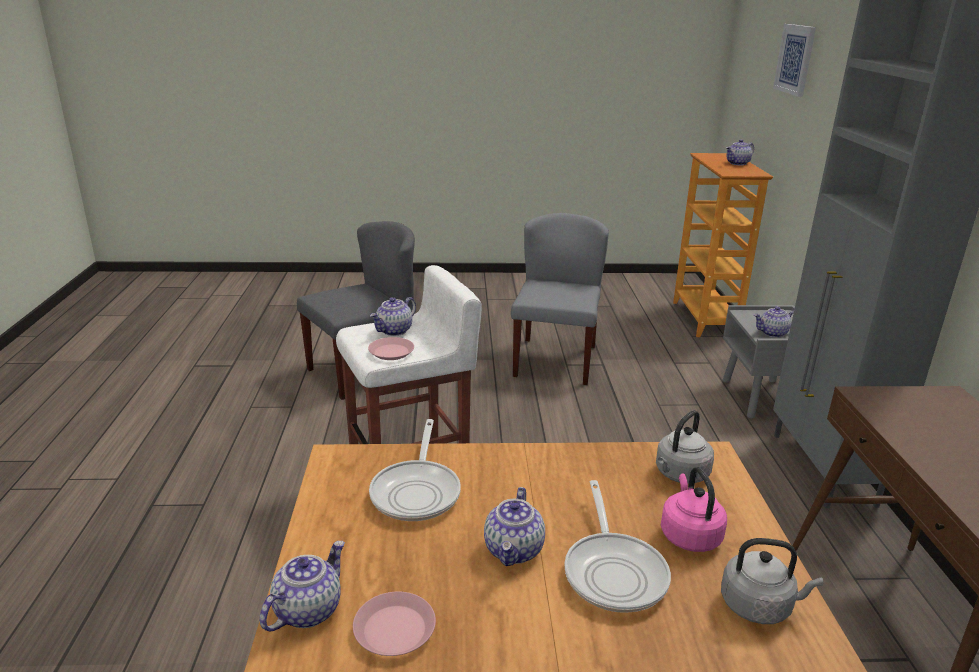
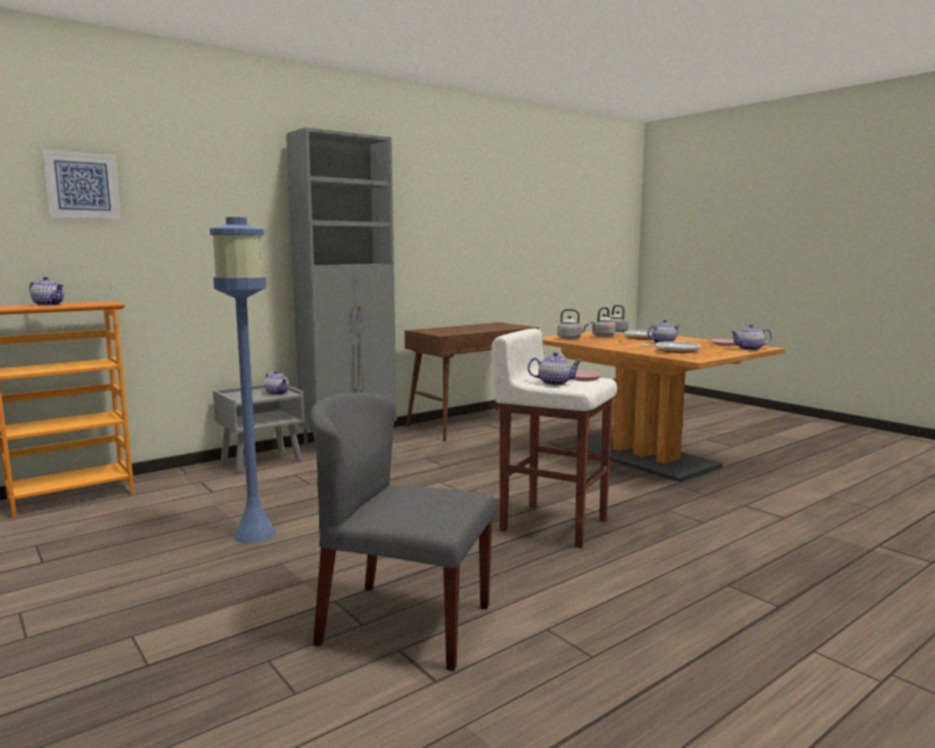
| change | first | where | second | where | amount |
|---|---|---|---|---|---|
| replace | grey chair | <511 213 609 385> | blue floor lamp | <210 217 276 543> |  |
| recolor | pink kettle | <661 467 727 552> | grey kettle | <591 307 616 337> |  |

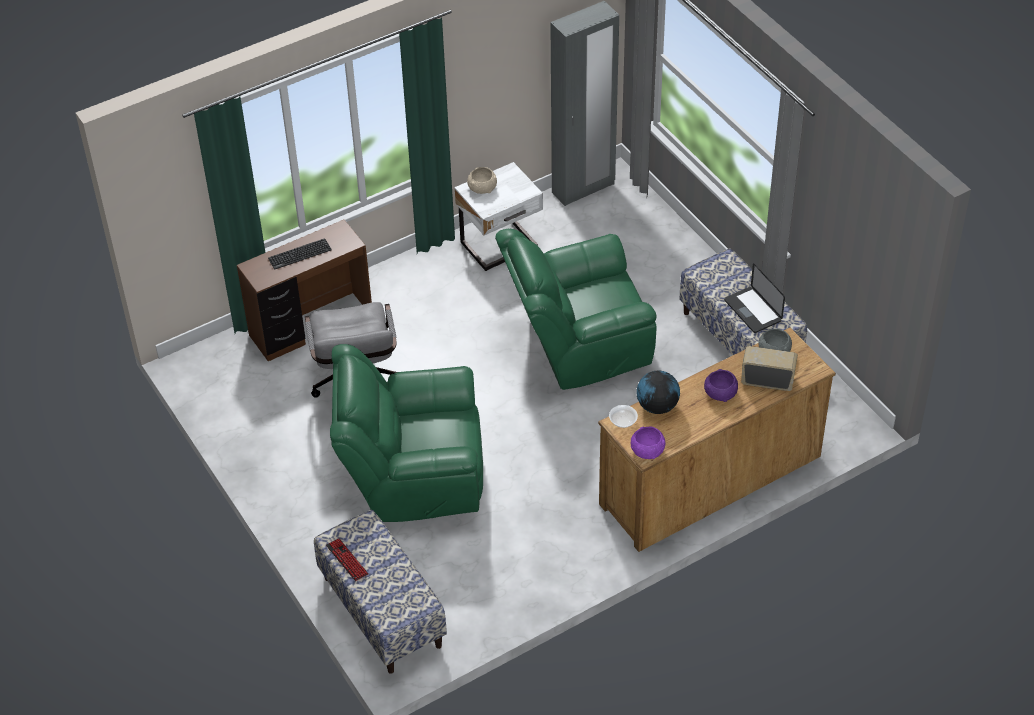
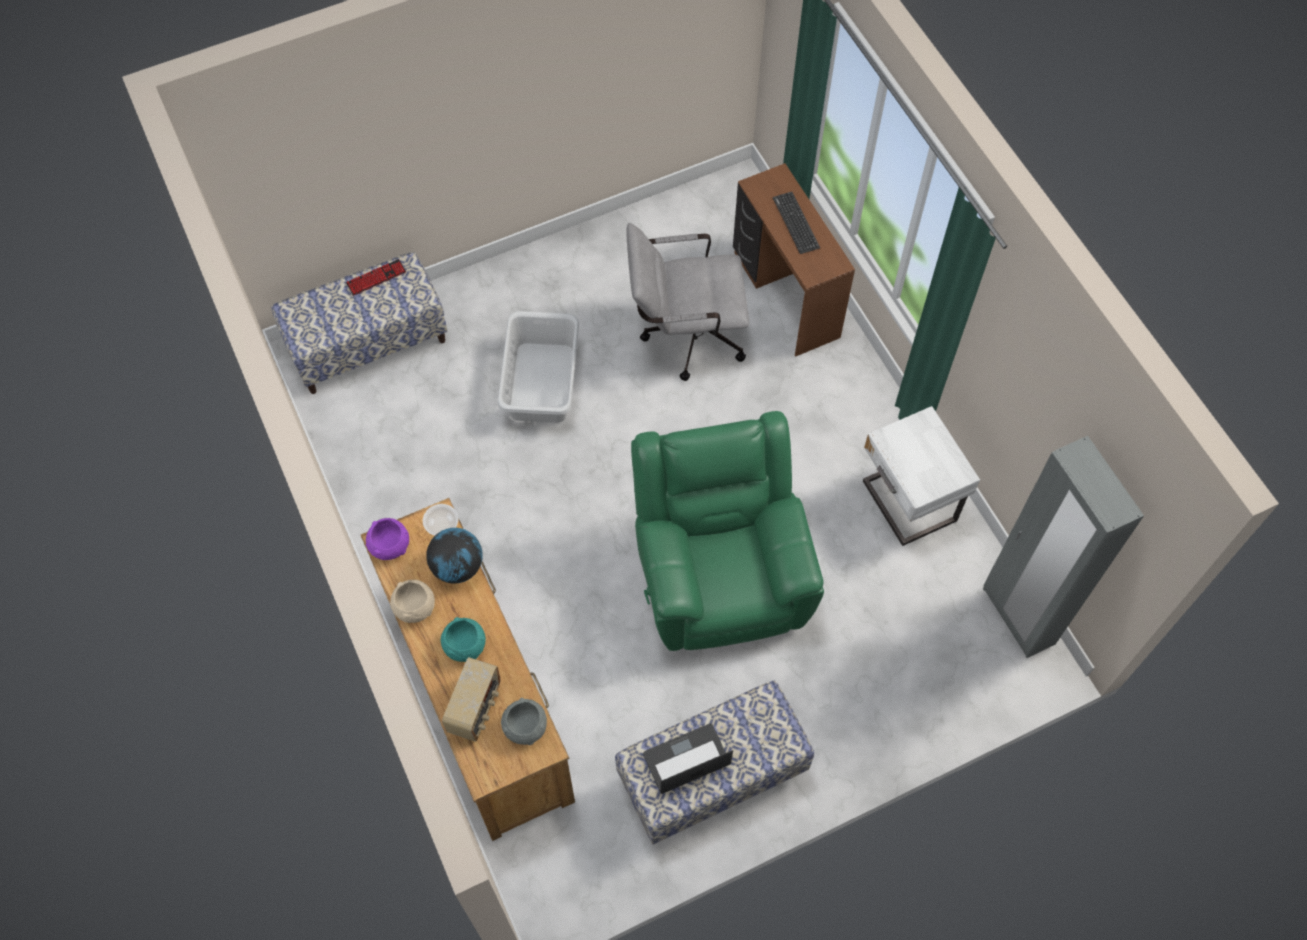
| change | first | where | second | where | amount |
|---|---|---|---|---|---|
| move | beige bowl | <467 167 497 194> |  | <390 580 435 623> |  |
| recolor | purple bowl | <704 369 738 402> | turquoise bowl | <441 617 486 662> |  |
| replace | green armchair | <330 344 483 522> | grey laundry basket | <498 311 579 423> |  |

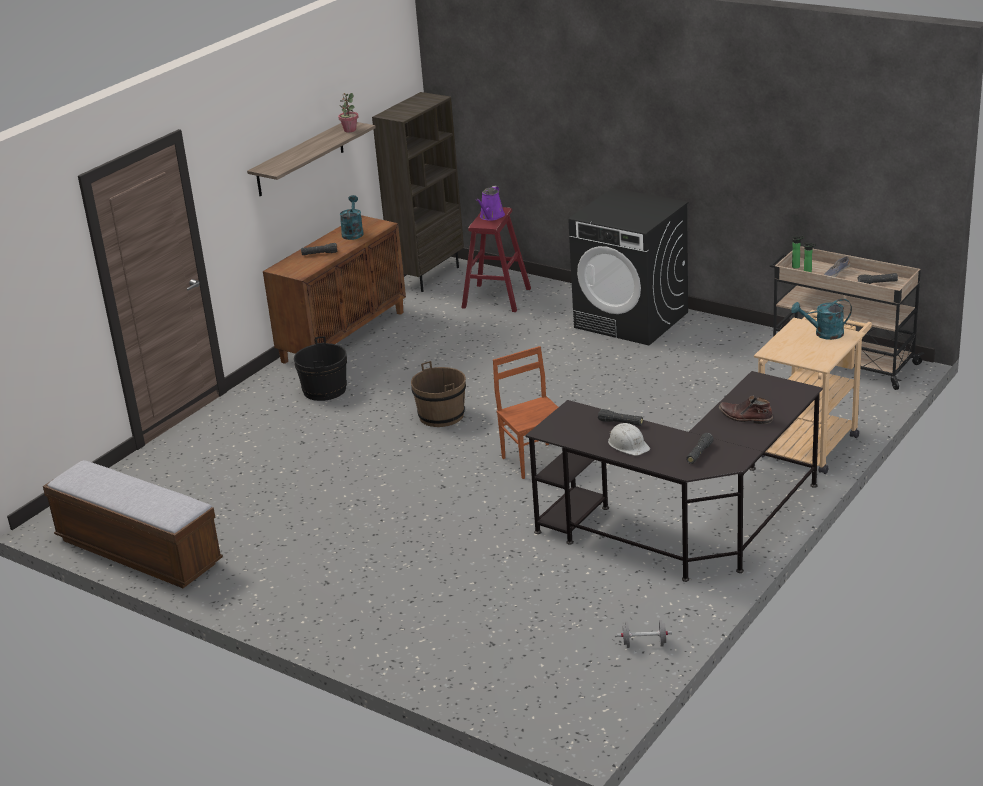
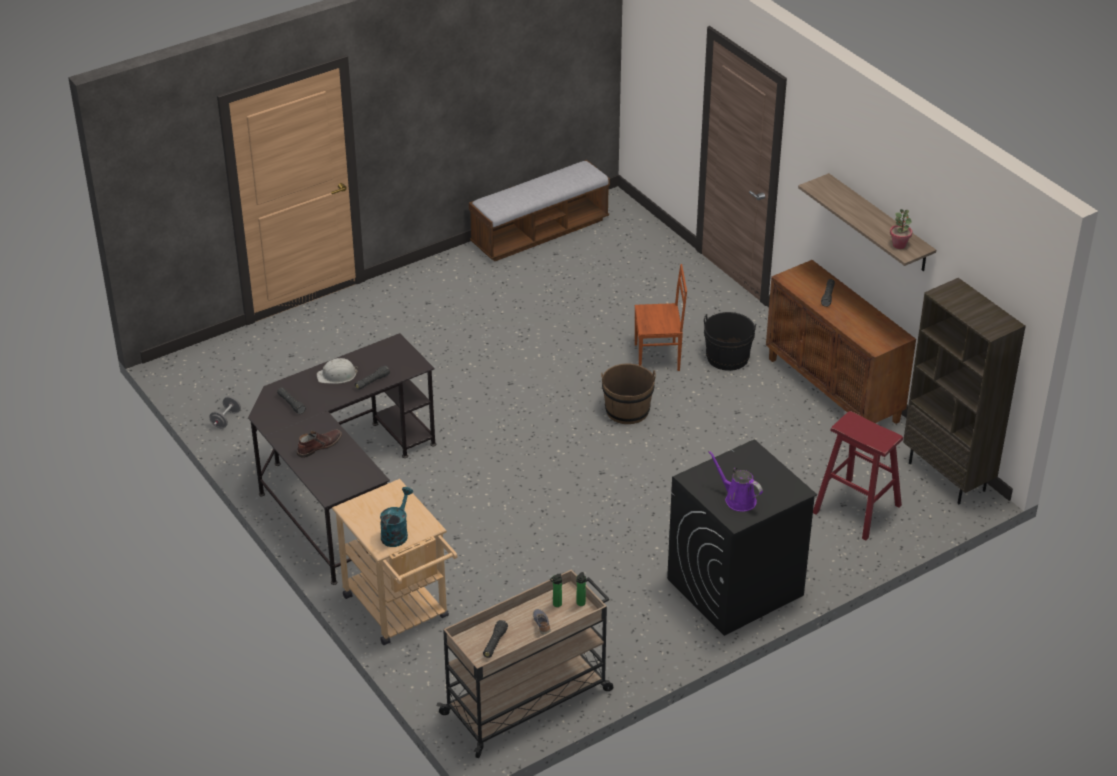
| change | first | where | second | where | amount |
|---|---|---|---|---|---|
| move | brown chair | <493 346 558 479> |  | <635 264 687 371> |  |
| move | purple watering can | <476 186 505 221> |  | <708 450 763 512> |  |
| delete | turquoise watering can | <340 195 364 240> |  |  |  |

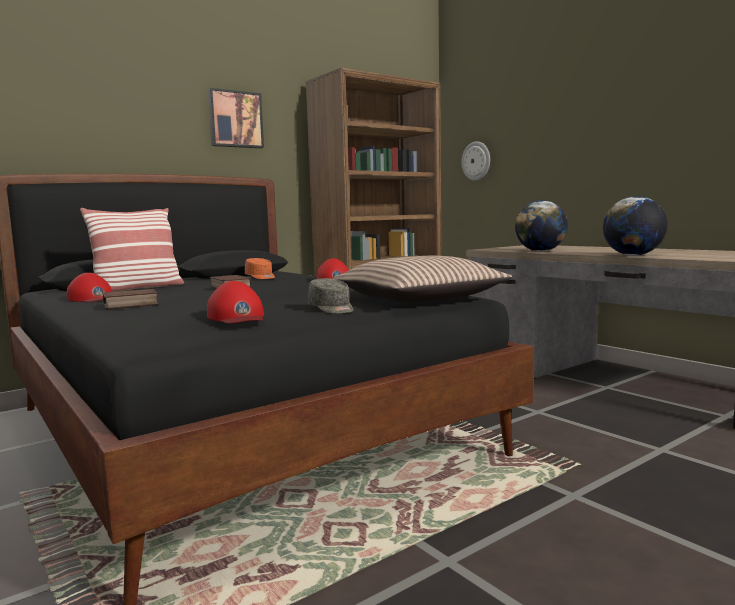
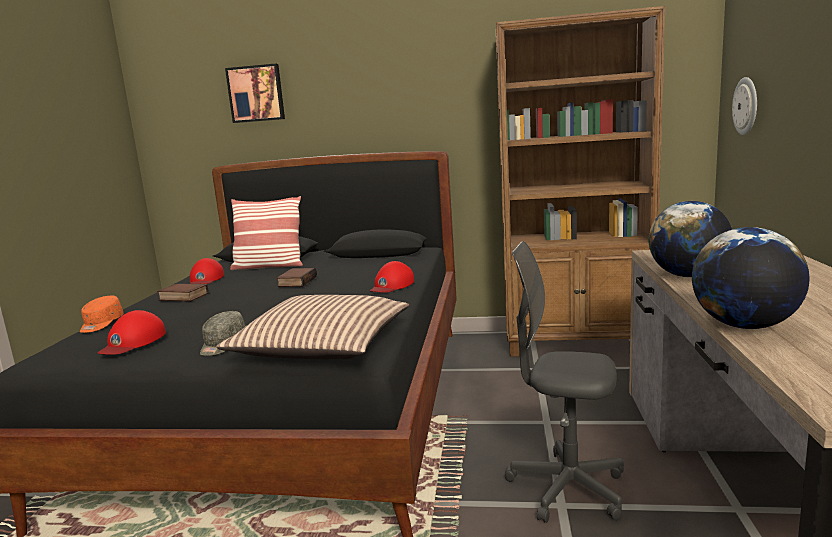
| change | first | where | second | where | amount |
|---|---|---|---|---|---|
| move | orange cap | <245 258 275 279> |  | <80 296 123 333> |  |
| move | picture | <208 88 264 148> |  | <225 64 285 123> |  |
| insert |  |  | grey office chair | <505 241 624 523> |  |

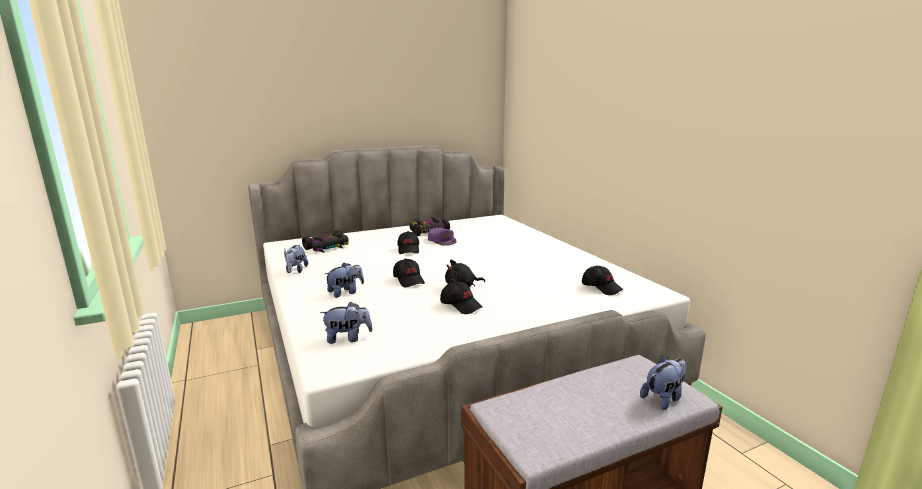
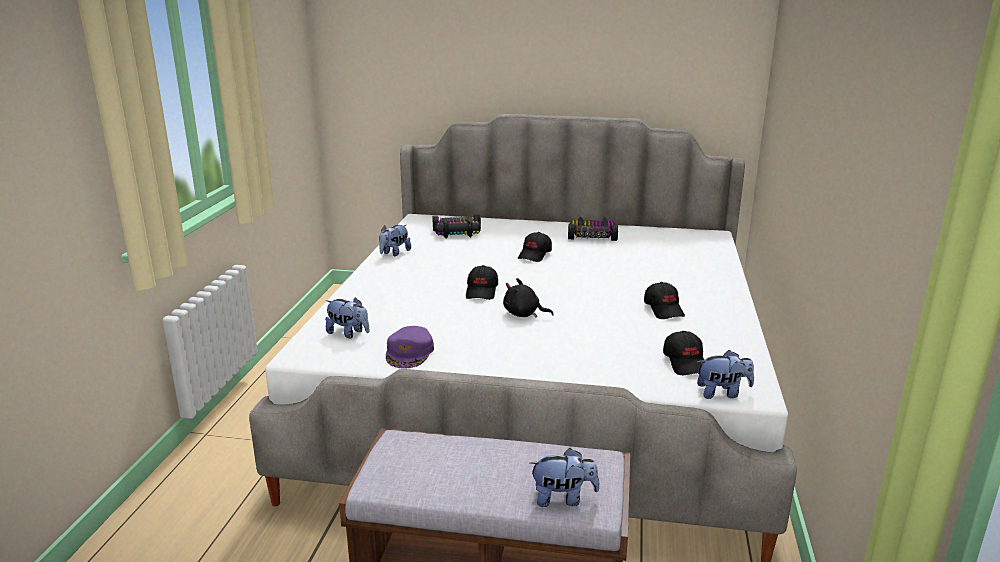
| change | first | where | second | where | amount |
|---|---|---|---|---|---|
| move | purple cap | <428 228 457 246> |  | <386 326 434 369> |  |
| move | black cap | <440 281 483 314> |  | <644 282 685 319> |  |
| move | plush toy | <325 263 364 298> |  | <697 350 754 399> |  |

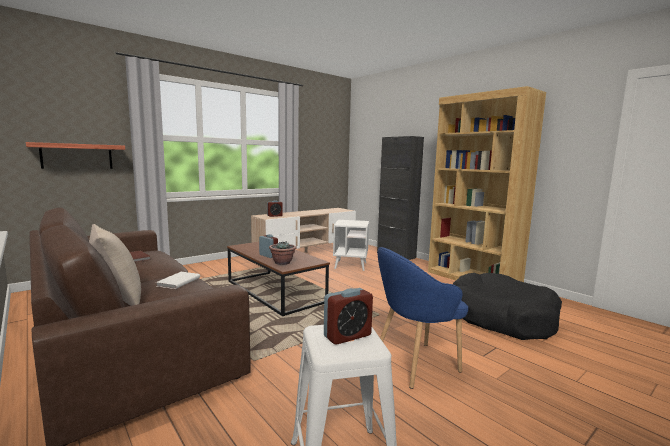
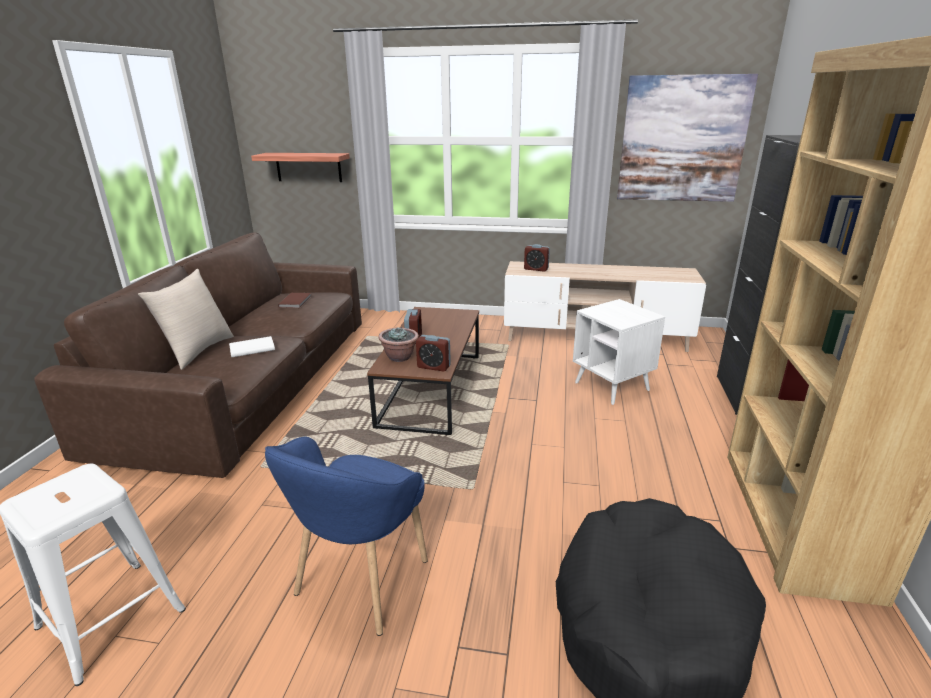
| change | first | where | second | where | amount |
|---|---|---|---|---|---|
| rotate | blue armchair | <378 247 468 389> |  | <265 437 428 636> | 90 degrees counterclockwise |
| move | alarm clock | <324 288 373 345> |  | <416 335 451 372> |  |
| insert |  |  | picture | <617 74 758 202> |  |

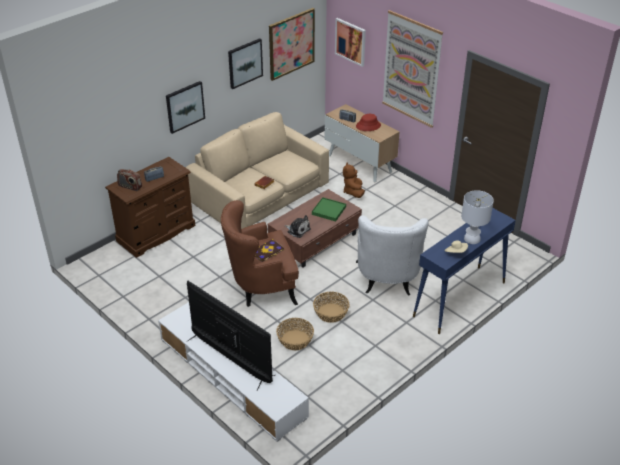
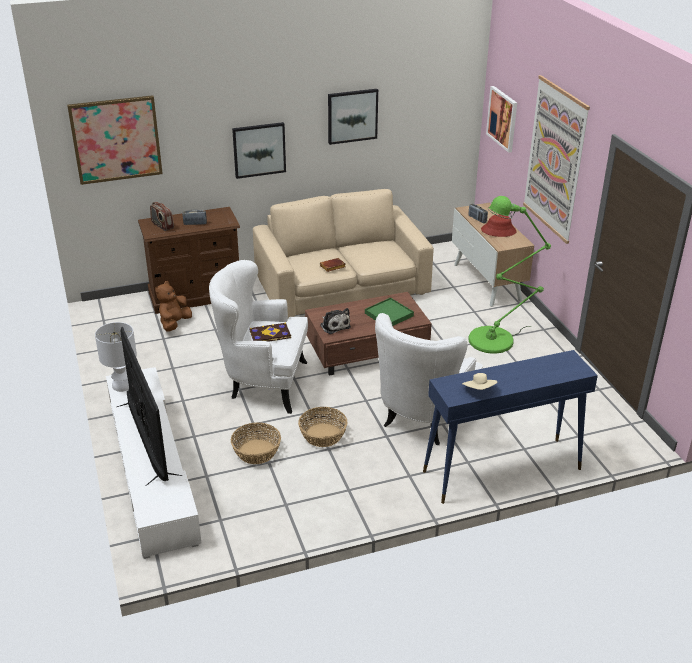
| change | first | where | second | where | amount |
|---|---|---|---|---|---|
| move | picture | <269 8 315 81> |  | <67 95 163 185> |  |
| move | white table lamp | <461 190 494 244> |  | <95 322 137 392> |  |
| move | brown plush toy | <343 162 365 198> |  | <155 281 192 332> |  |
| recolor | brown armchair | <221 200 299 307> | white armchair | <209 260 308 414> |  |
| insert |  |  | green floor lamp | <468 196 551 354> |  |

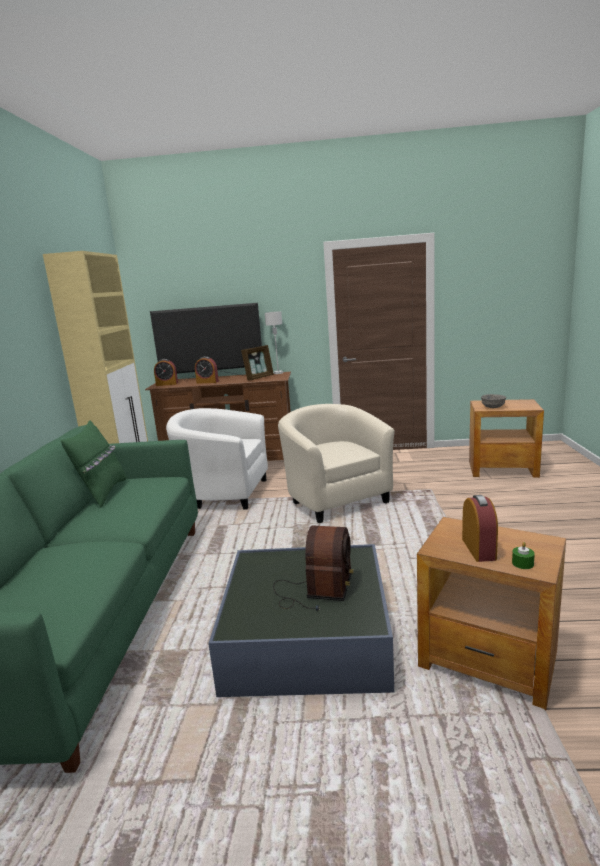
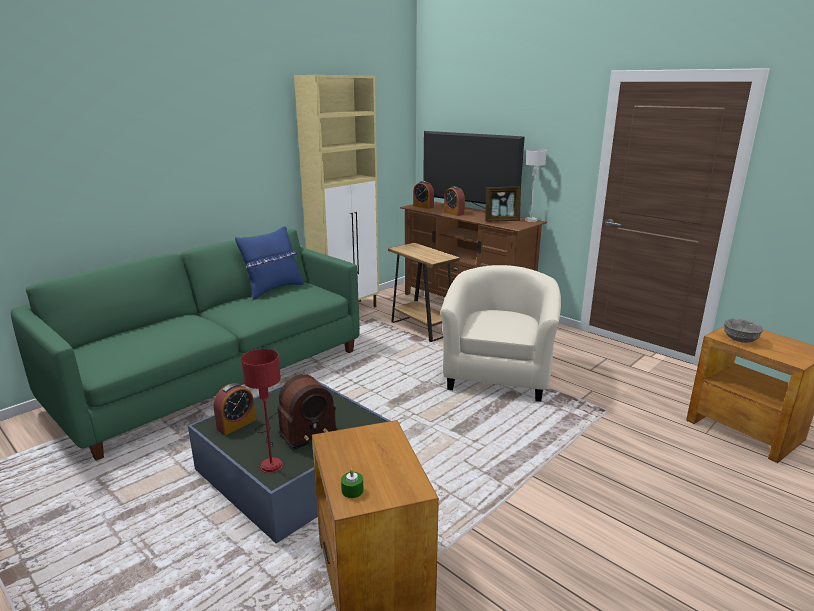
| change | first | where | second | where | amount |
|---|---|---|---|---|---|
| move | alarm clock | <462 495 498 562> |  | <214 383 256 435> |  |
| recolor | green pillow | <61 420 127 507> | blue pillow | <235 226 304 300> |  |
| insert |  |  | red table lamp | <241 349 283 473> |  |
| replace | white armchair | <166 408 268 510> | brown side table | <388 243 460 342> |  |

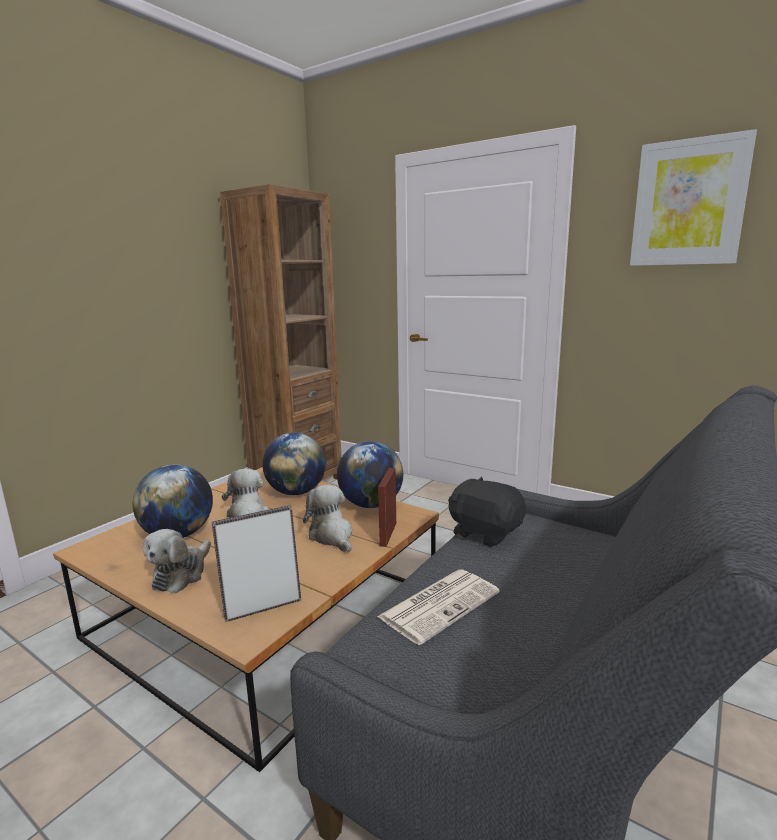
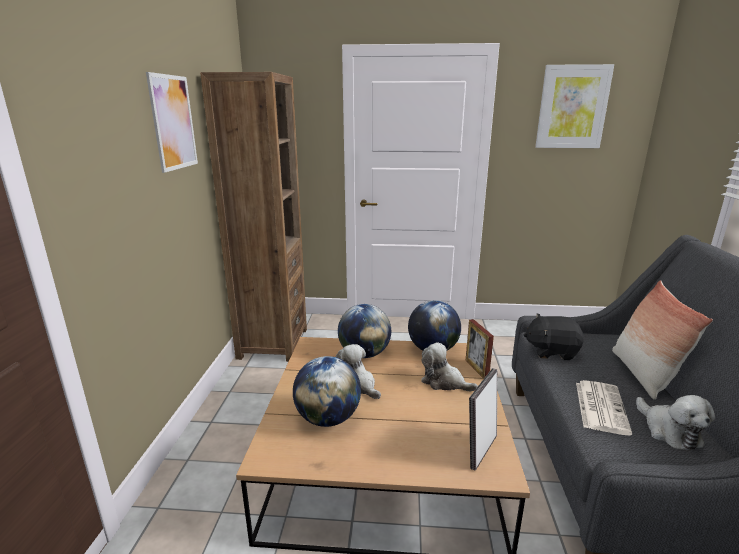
| change | first | where | second | where | amount |
|---|---|---|---|---|---|
| insert |  |  | picture | <146 72 198 173> |  |
| insert |  |  | pillow | <612 280 713 400> |  |
| move | plush toy | <143 529 211 593> |  | <636 395 715 451> |  |

